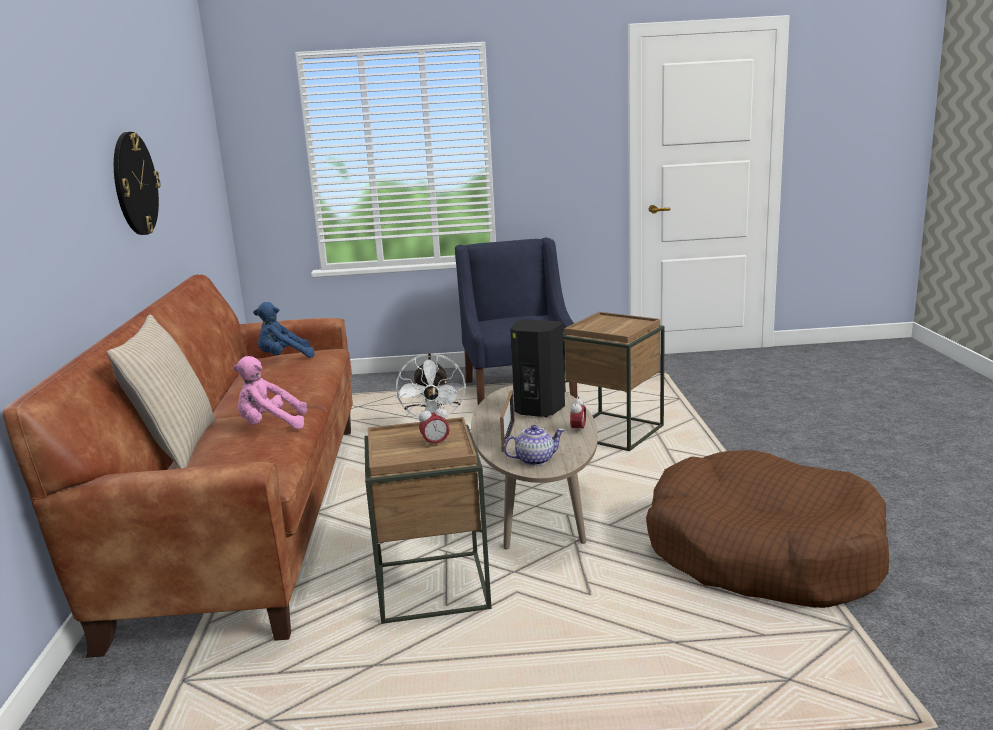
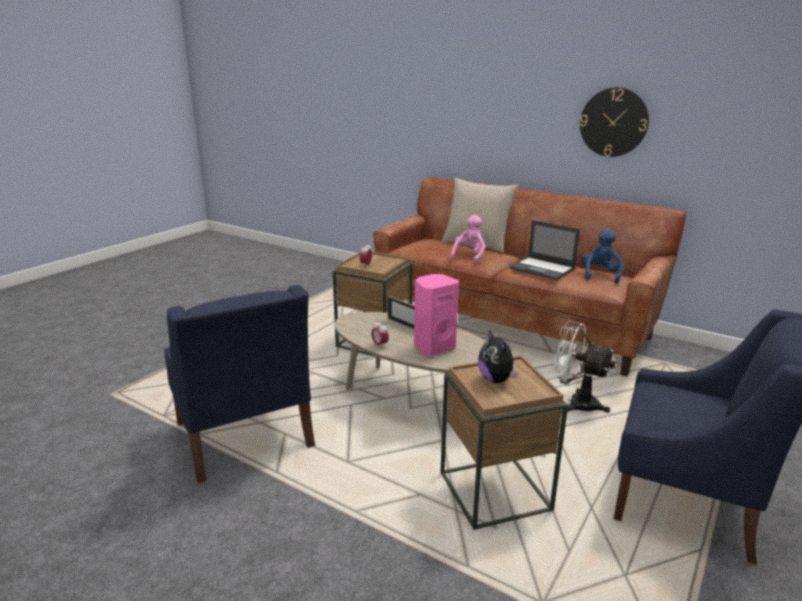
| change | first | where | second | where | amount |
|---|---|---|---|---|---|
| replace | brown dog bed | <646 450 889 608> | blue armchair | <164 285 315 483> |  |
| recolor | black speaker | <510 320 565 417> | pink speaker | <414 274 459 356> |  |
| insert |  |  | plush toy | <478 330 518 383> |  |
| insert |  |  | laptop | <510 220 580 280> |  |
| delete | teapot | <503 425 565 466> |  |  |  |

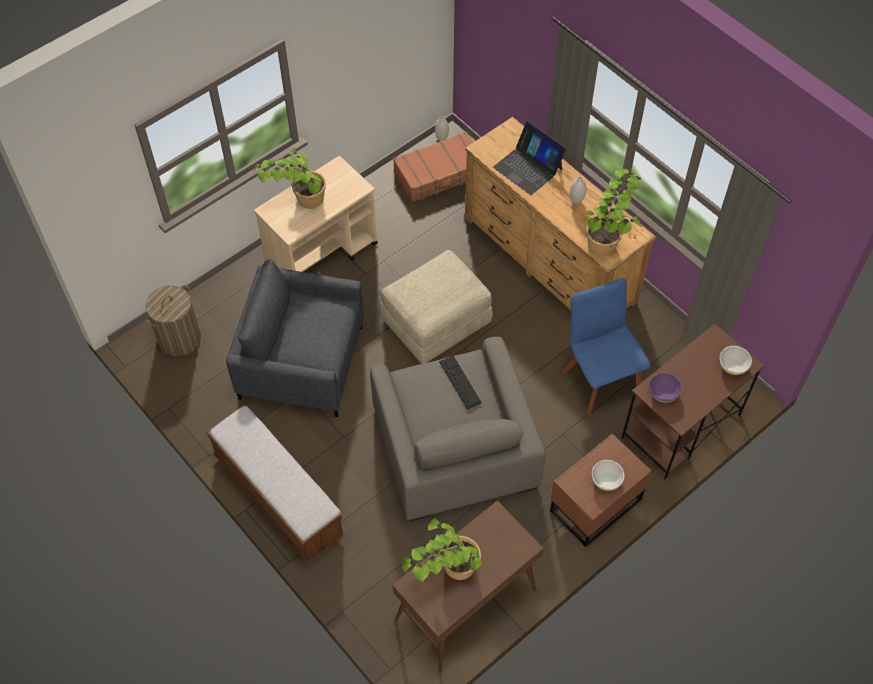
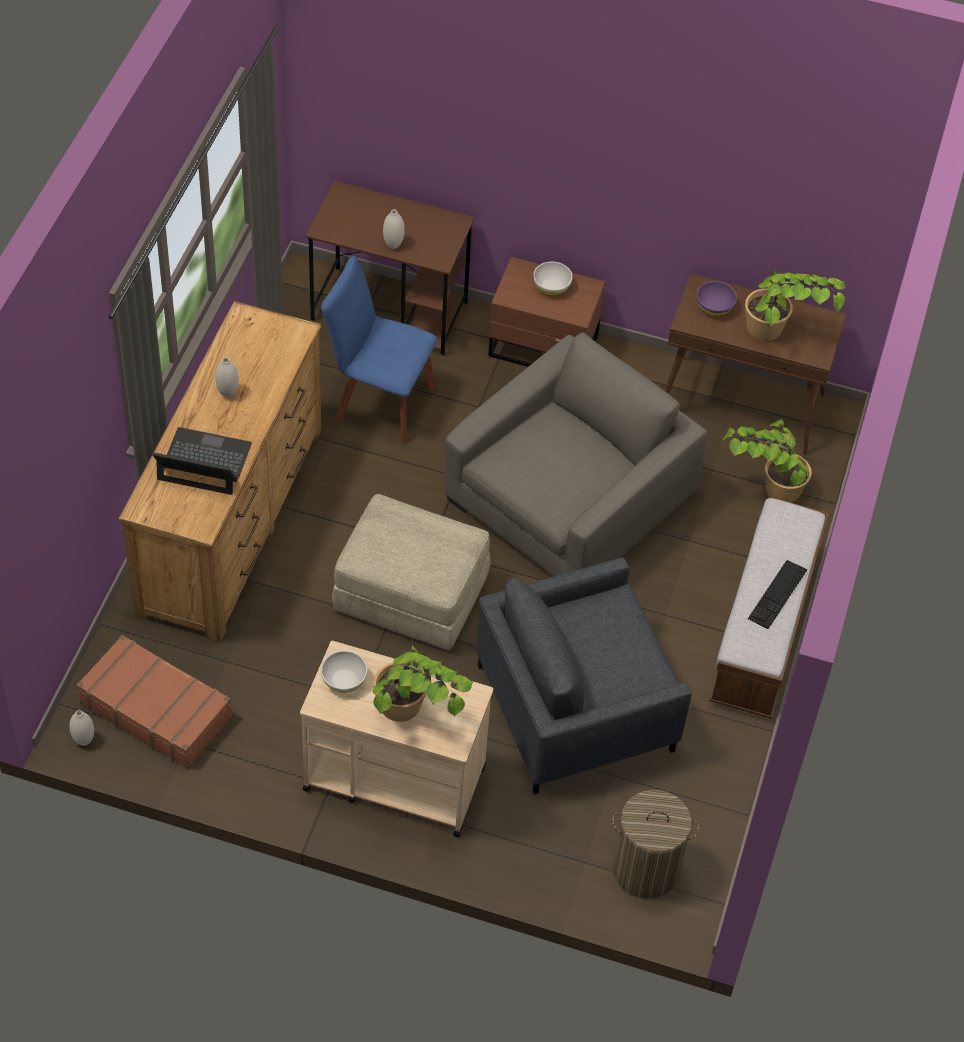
| change | first | where | second | where | amount |
|---|---|---|---|---|---|
| rotate | laptop | <493 121 567 195> |  | <153 427 252 495> | 90 degrees counterclockwise |
| rotate | blue chair | <562 278 650 416> |  | <321 256 438 444> | 75 degrees clockwise |
| move | white bowl | <719 346 752 375> |  | <321 650 367 693> |  |
| insert |  |  | white vase | <383 209 405 249> |  |
| rotate | grey armchair | <226 259 364 417> |  | <476 558 692 794> | 90 degrees clockwise |
| move | purple bowl | <649 373 682 402> |  | <697 281 737 316> |  |
| move | potted plant | <584 169 641 257> |  | <722 419 812 503> |  |
| move | keyboard | <439 356 482 410> |  | <748 560 807 629> |  |

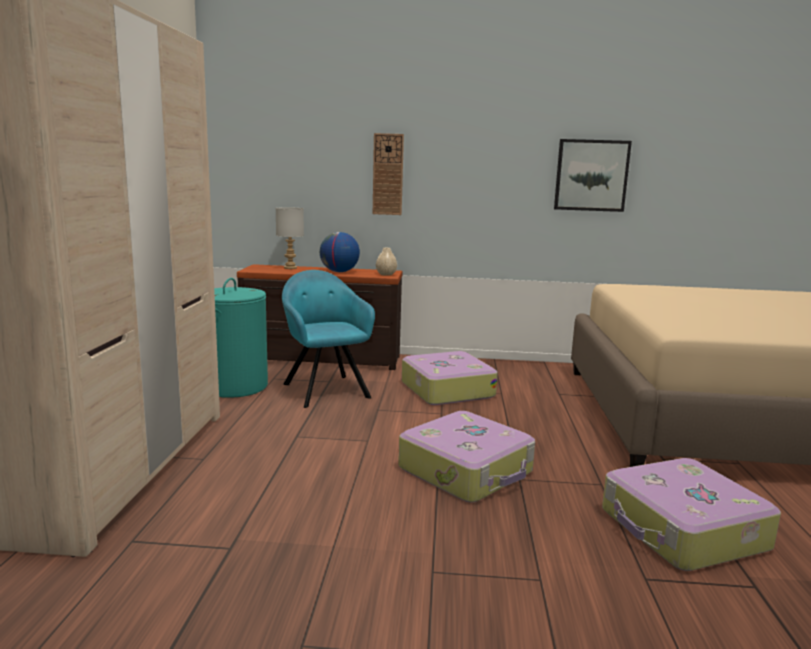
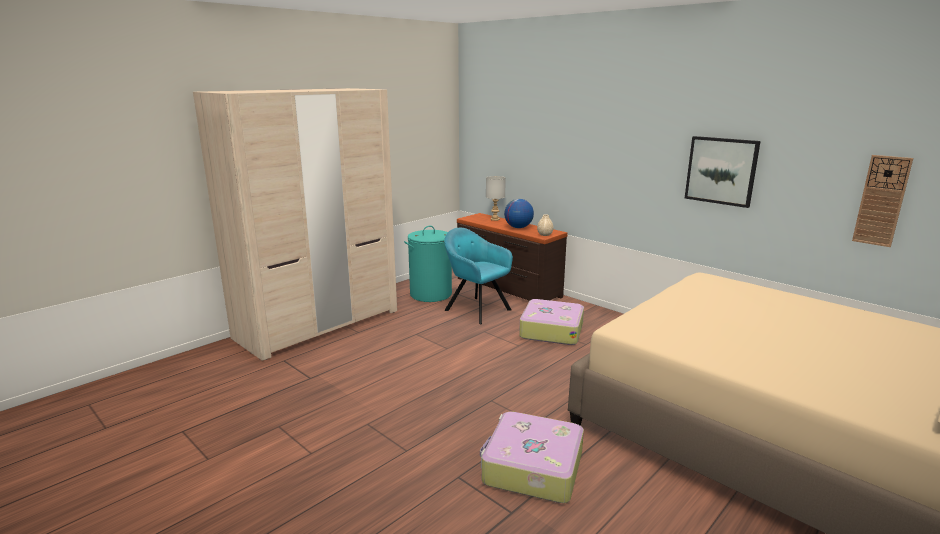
| change | first | where | second | where | amount |
|---|---|---|---|---|---|
| rotate | turquoise armchair | <282 270 375 408> |  | <444 228 513 324> | 60 degrees counterclockwise |
| move | wall clock | <373 133 404 215> |  | <852 155 913 247> |  |
| delete | suitcase | <398 411 535 503> |  |  |  |

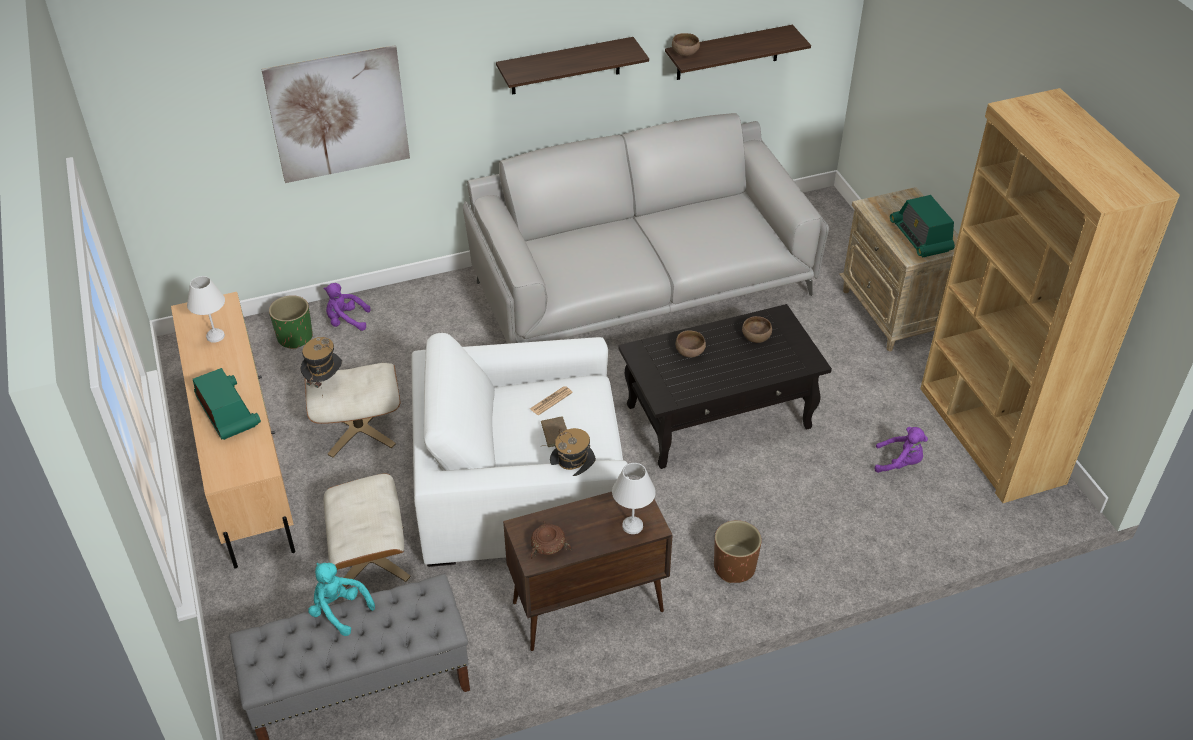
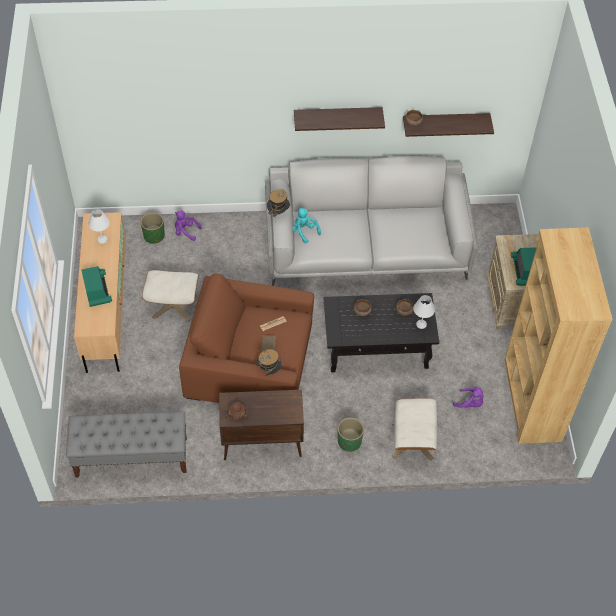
| change | first | where | second | where | amount |
|---|---|---|---|---|---|
| recolor | white armchair | <412 333 629 567> | brown armchair | <179 274 314 403> |  |
| move | hat | <300 337 342 396> |  | <267 189 290 217> |  |
| move | turquoise plush toy | <308 563 375 636> |  | <293 208 321 244> |  |
| recolor | brown planter | <714 520 762 583> | green planter | <338 418 364 452> |  |
| move | beige ottoman | <324 473 411 588> |  | <392 398 437 461> |  |
| move | white table lamp | <612 463 656 534> |  | <413 295 435 329> |  |
| delete | picture | <261 45 410 183> |  |  |  |

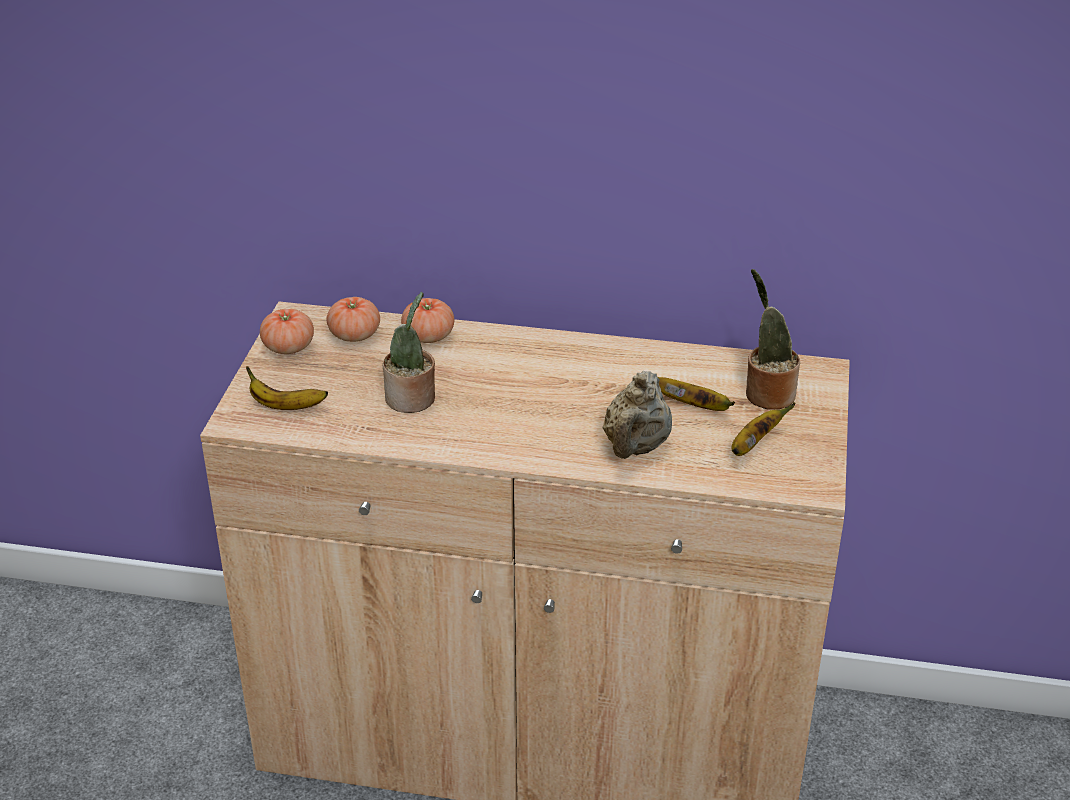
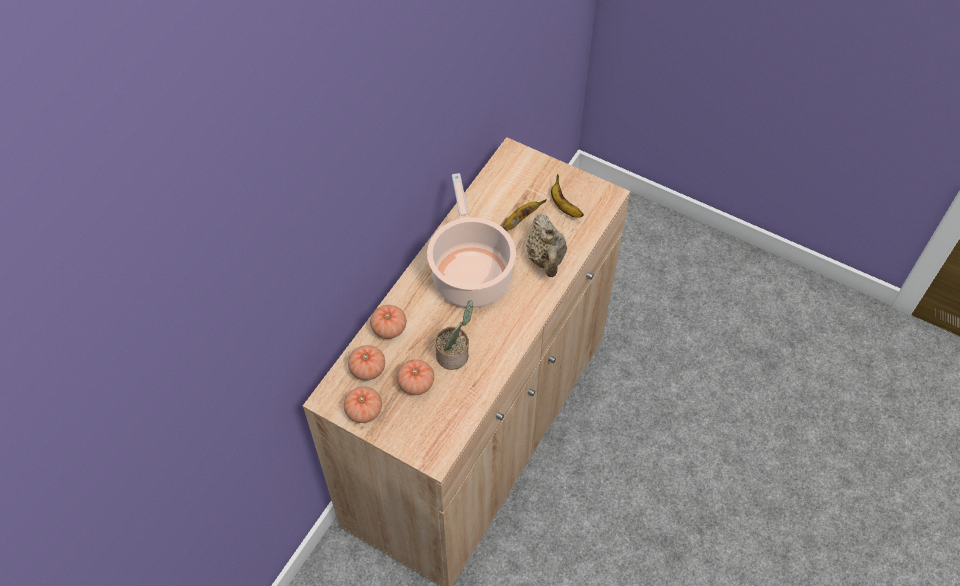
| change | first | where | second | where | amount |
|---|---|---|---|---|---|
| insert |  |  | tomato | <397 360 434 395> |  |
| insert |  |  | cooking pot | <427 173 516 307> |  |
| rotate | beige teapot | <603 371 672 459> |  | <526 214 567 277> | 45 degrees clockwise |
| delete | banana | <246 366 328 410> |  |  |  |
| delete | potted plant | <746 269 800 410> |  |  |  |

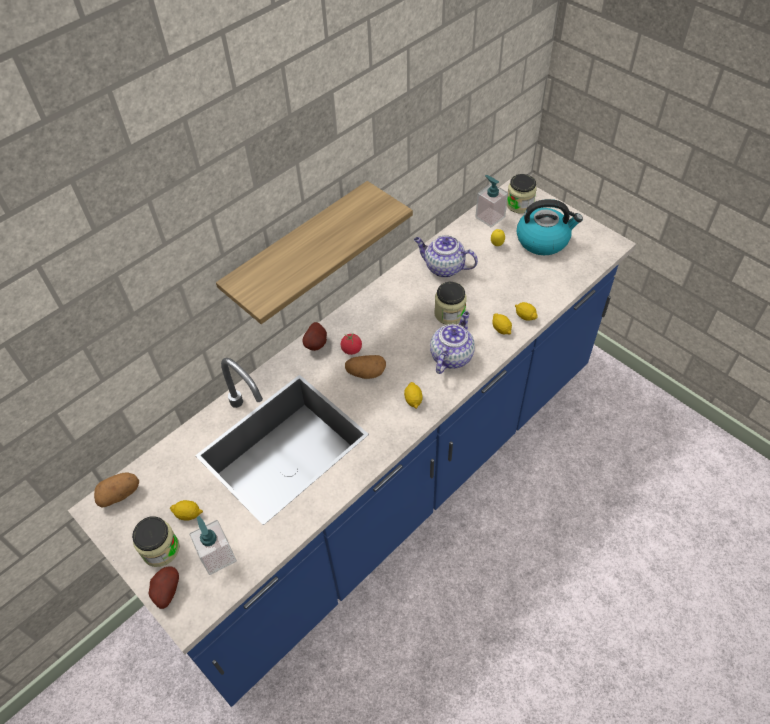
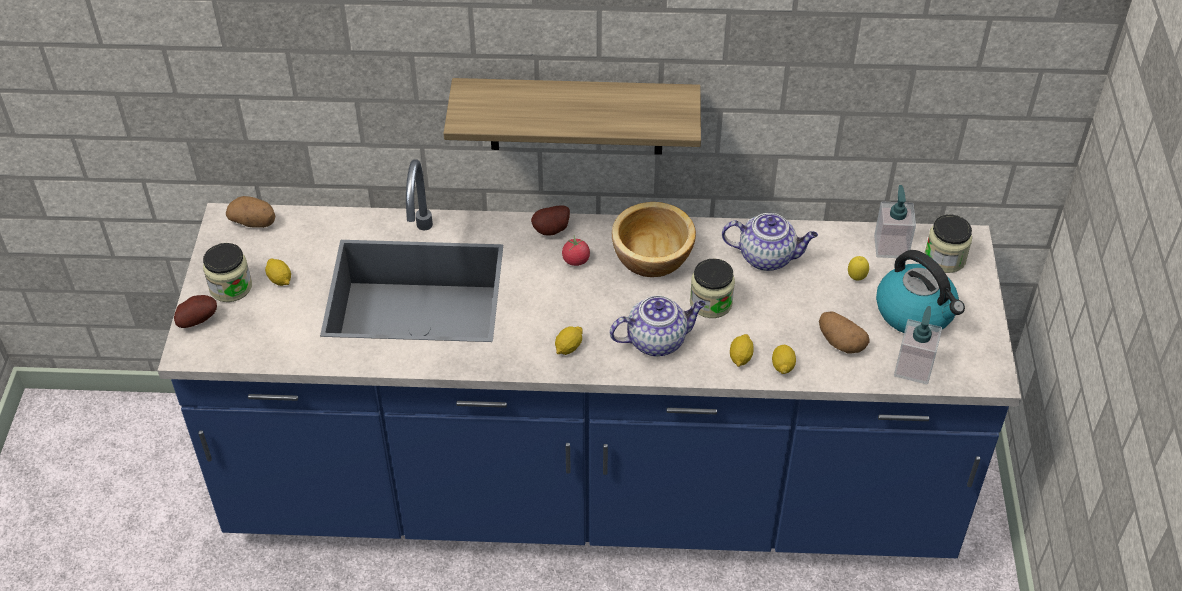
| change | first | where | second | where | amount |
|---|---|---|---|---|---|
| insert |  |  | bowl | <612 202 696 277> |  |
| rotate | teapot | <414 235 478 278> |  | <722 213 818 271> | 120 degrees clockwise |
| move | potato | <345 355 386 379> |  | <819 311 869 353> |  |
| move | soap dispenser | <189 516 237 575> |  | <894 306 942 385> |  |

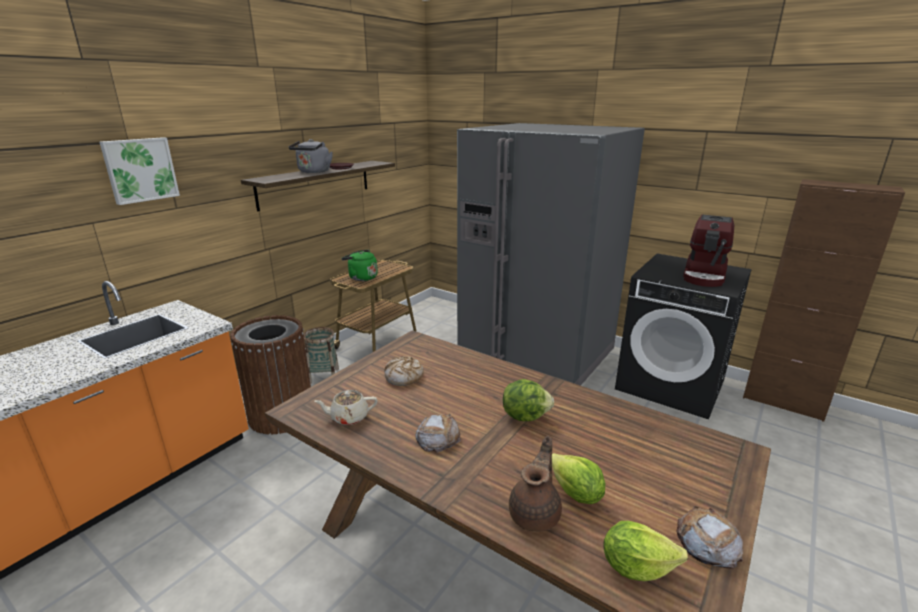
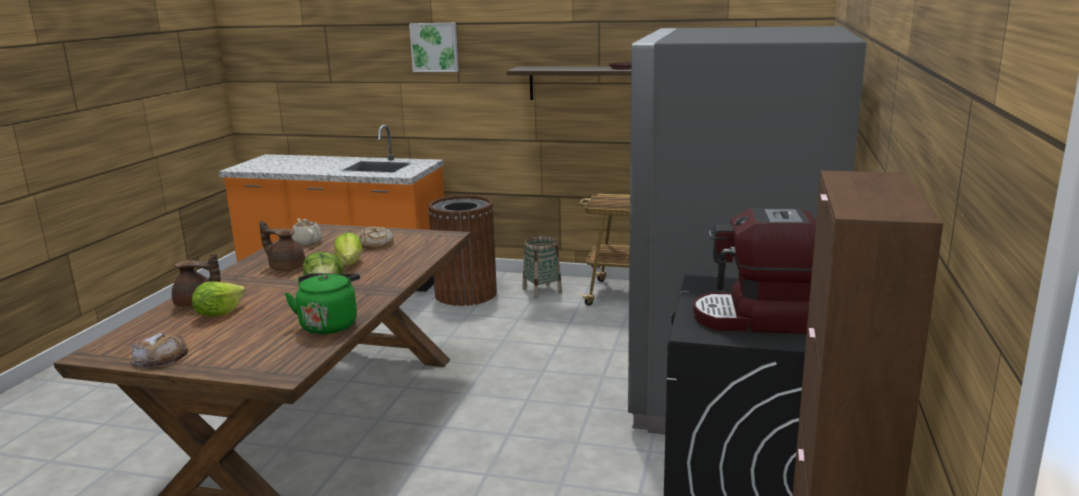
| change | first | where | second | where | amount |
|---|---|---|---|---|---|
| replace | bread | <415 413 461 453> | brown teapot | <259 221 305 271> |  |
| move | green kettle | <341 250 378 281> |  | <285 273 360 334> |  |
| move | lettuce | <603 521 688 582> |  | <334 233 363 265> |  |
| delete | grey kettle | <289 139 333 173> |  |  |  |

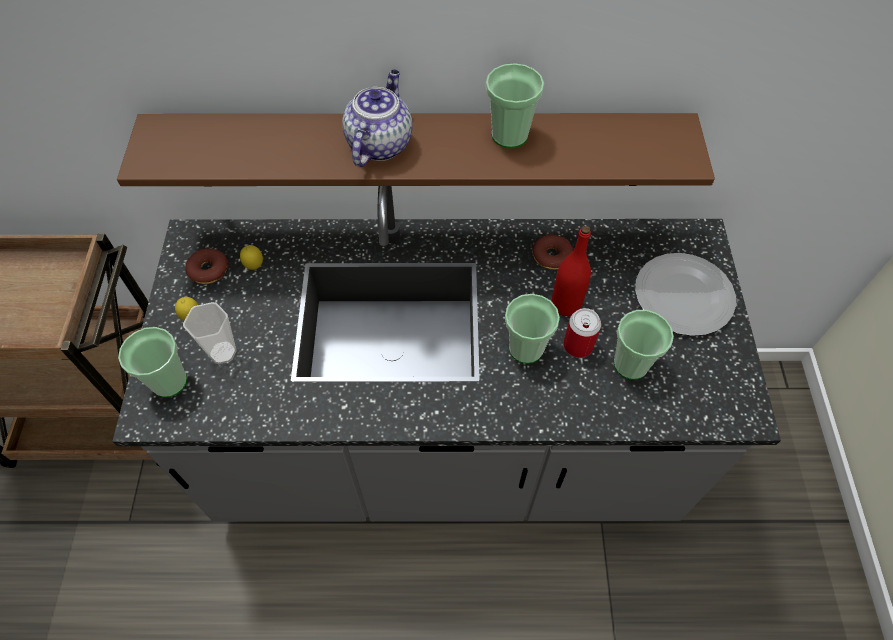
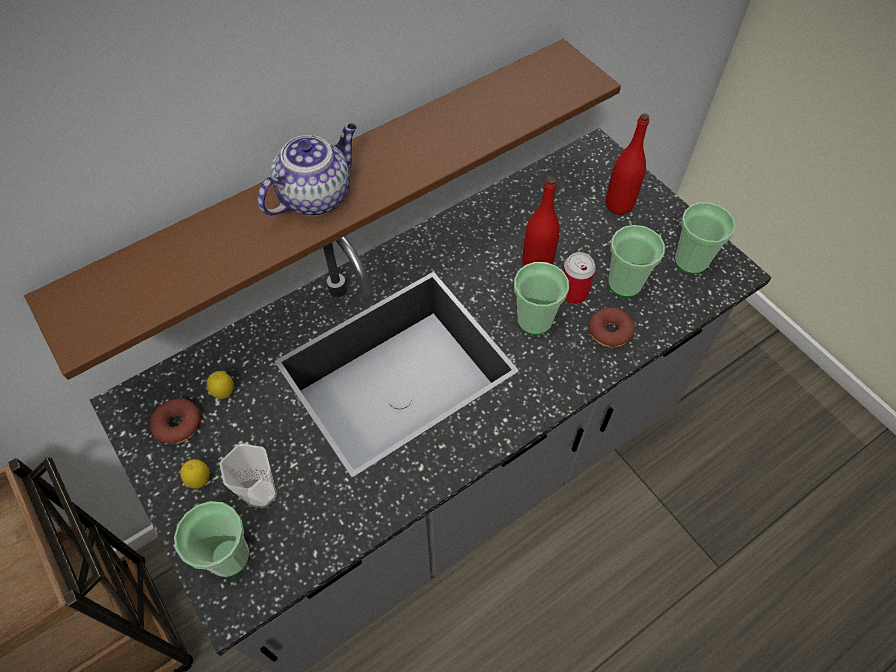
| change | first | where | second | where | amount |
|---|---|---|---|---|---|
| rotate | teapot | <342 70 413 167> |  | <258 123 357 216> | 60 degrees clockwise |
| move | donut | <533 235 573 270> |  | <588 307 635 348> |  |
| replace | plate | <635 253 736 336> | red bottle | <606 113 649 215> |  |
| move | cup | <486 63 544 148> |  | <675 202 736 274> |  |

